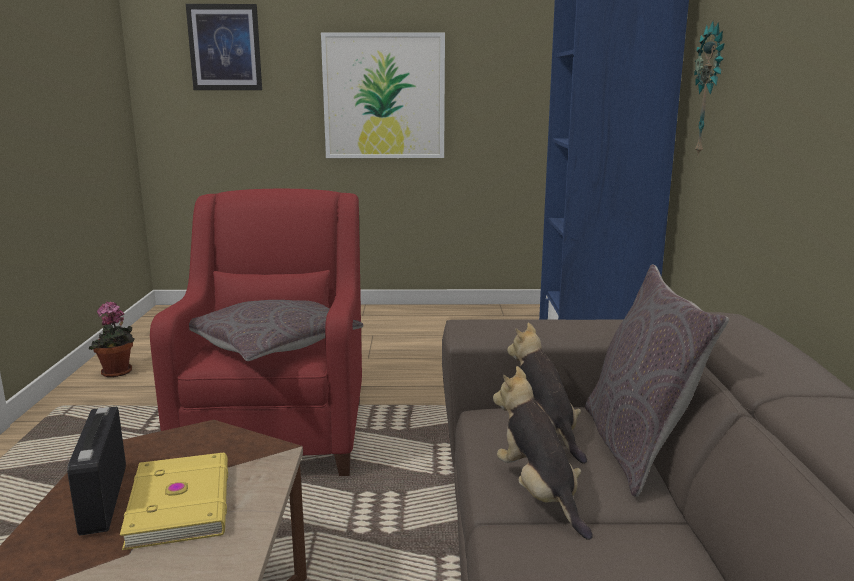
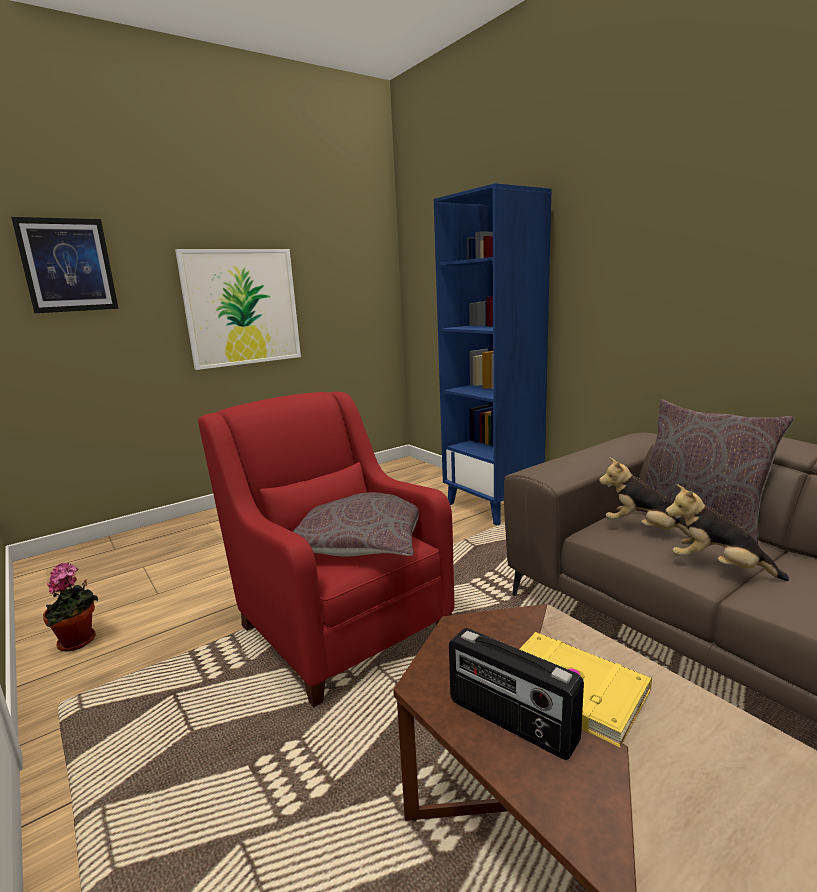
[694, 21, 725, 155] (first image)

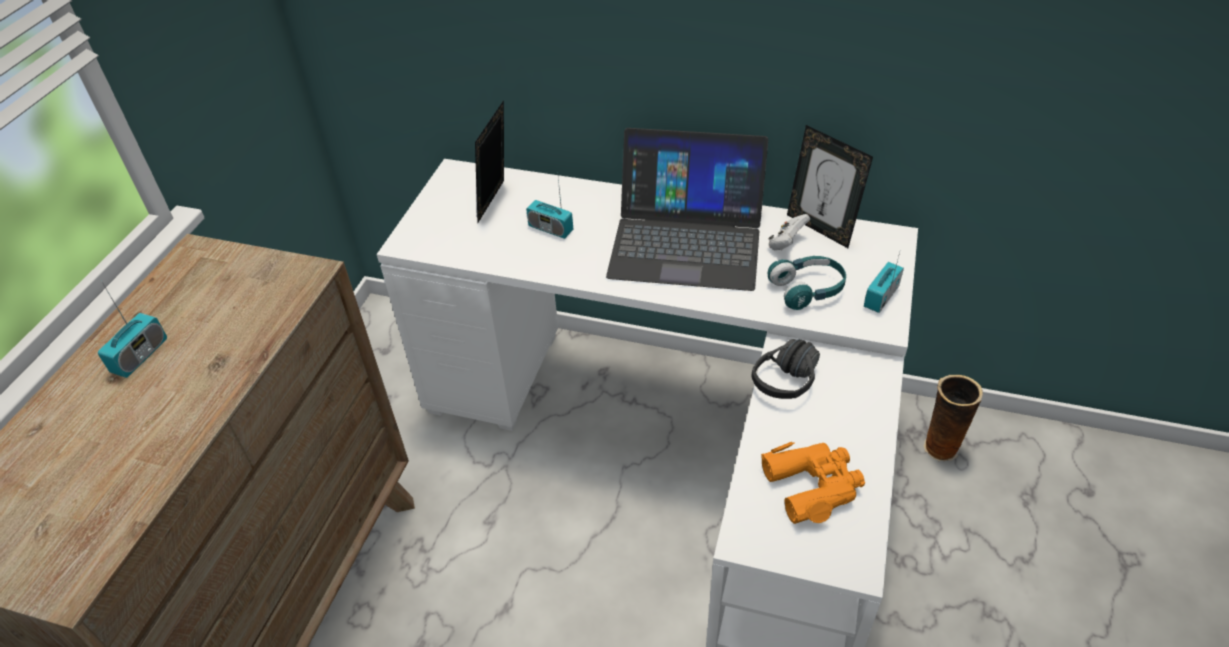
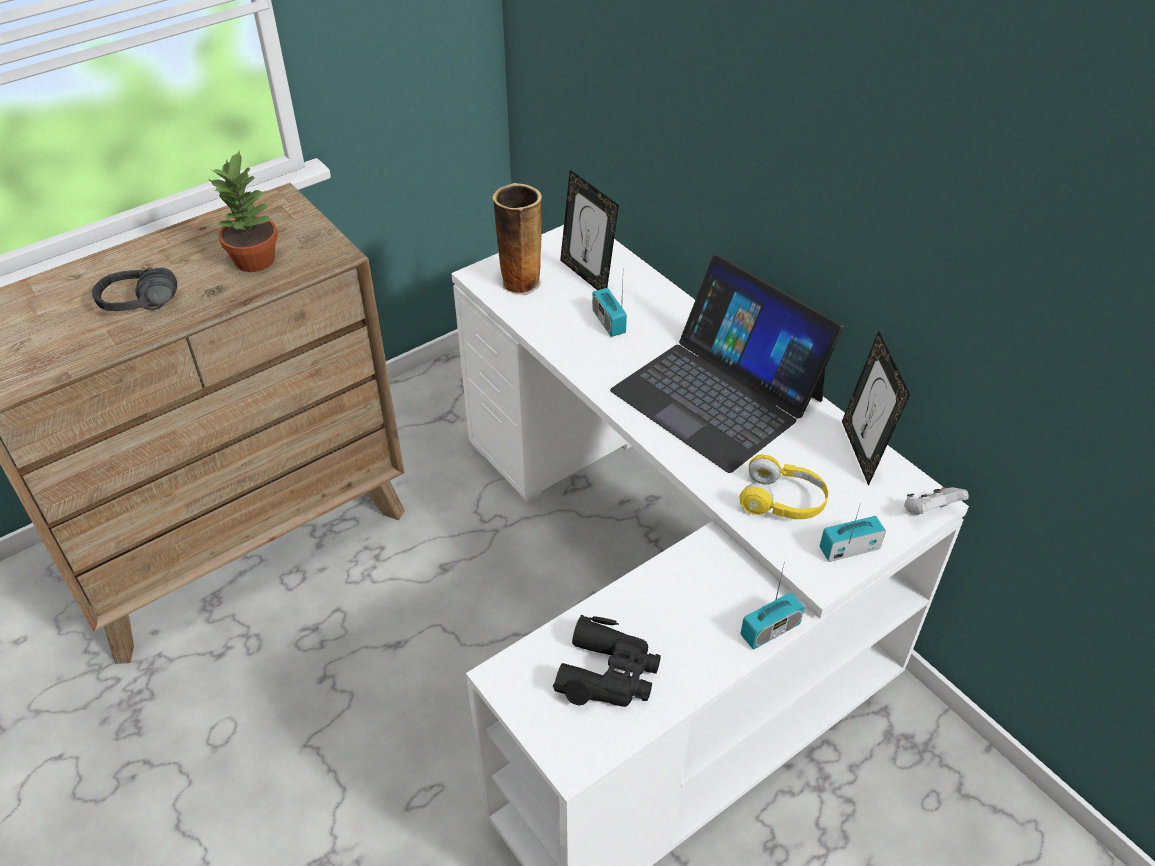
[209, 151, 278, 272]
[740, 565, 805, 649]
[92, 268, 177, 311]
[904, 487, 969, 515]
[492, 183, 542, 295]
[553, 615, 661, 707]
[739, 454, 828, 519]
[560, 170, 619, 290]

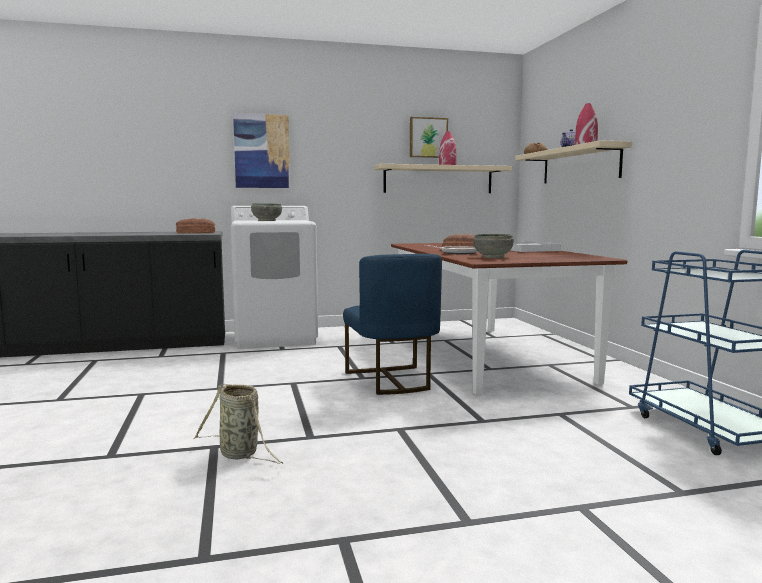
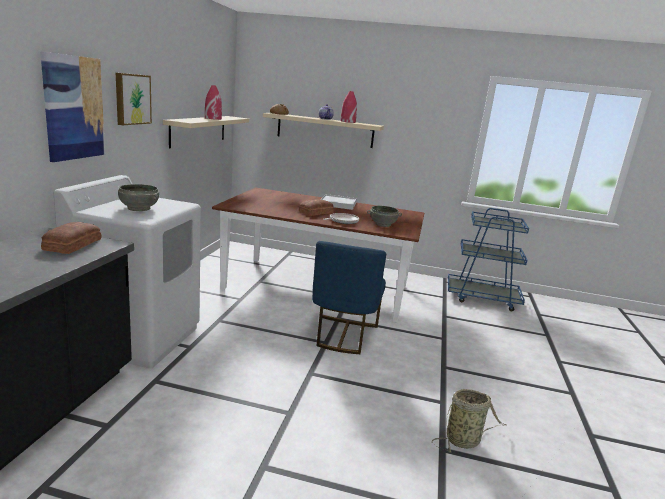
[116, 73, 152, 125]
[312, 241, 386, 354]

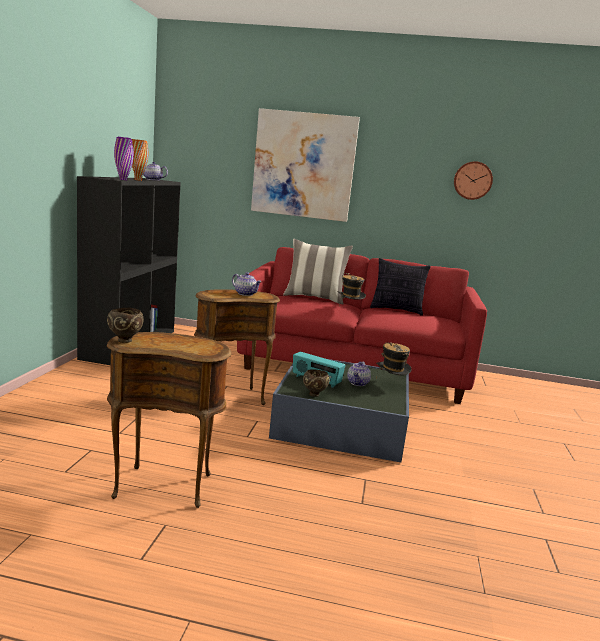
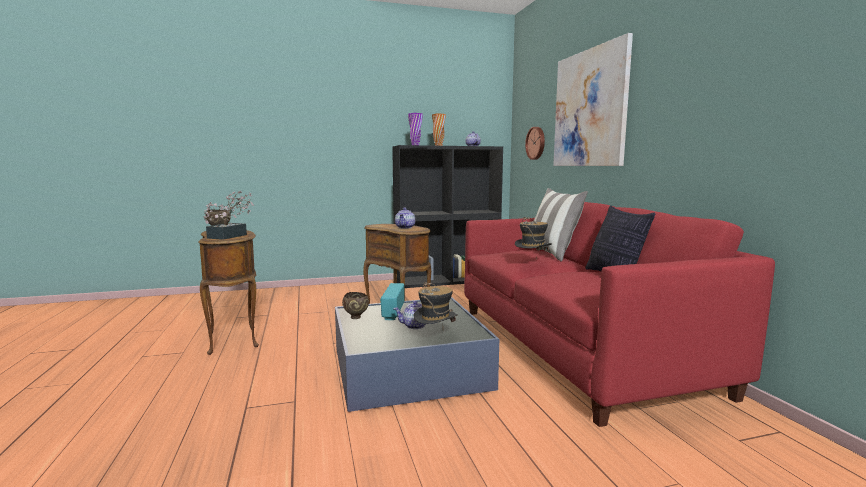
[203, 191, 254, 240]
[525, 127, 545, 160]

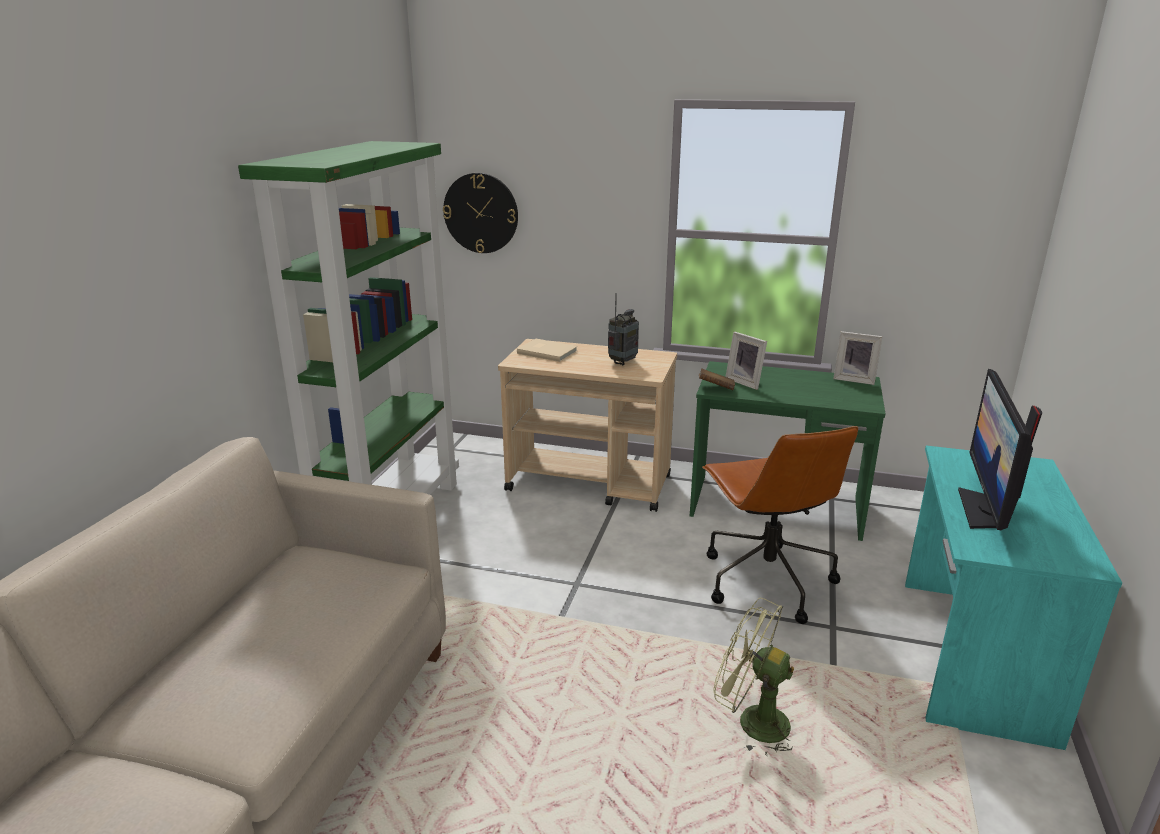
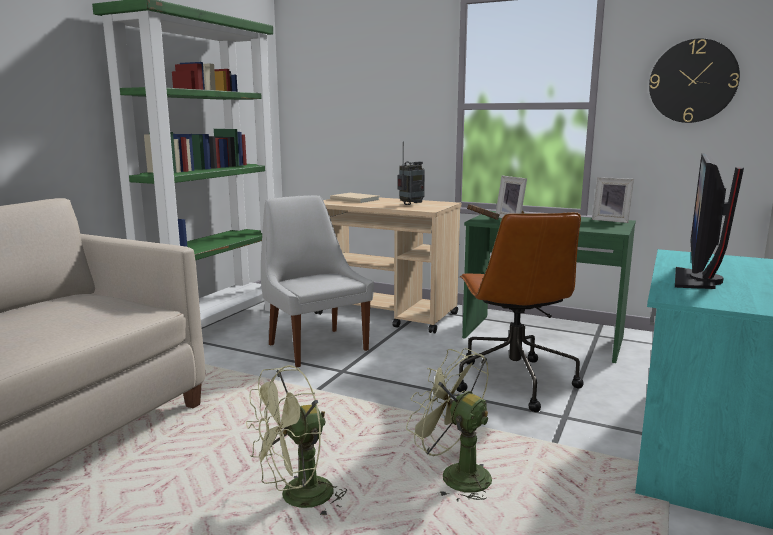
[246, 365, 347, 518]
[261, 195, 374, 367]
[649, 38, 740, 123]

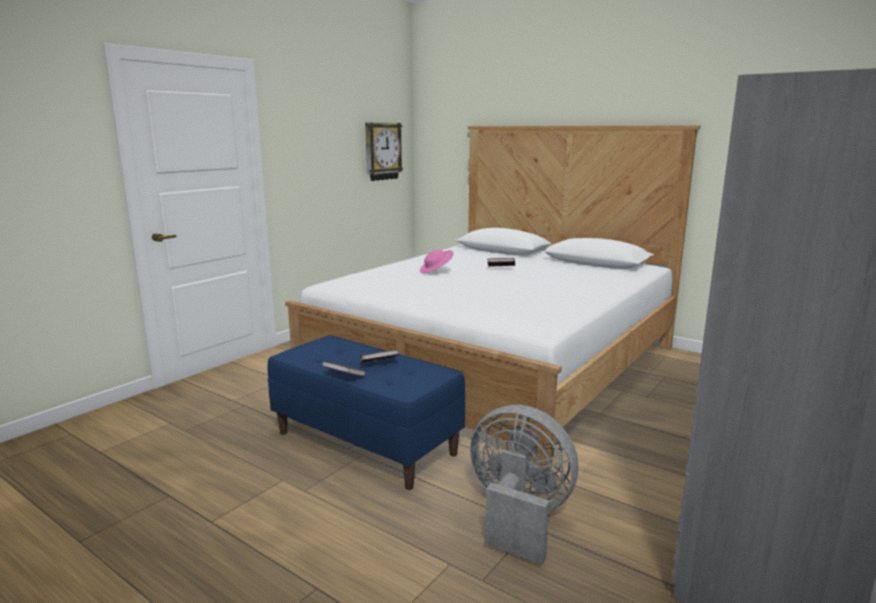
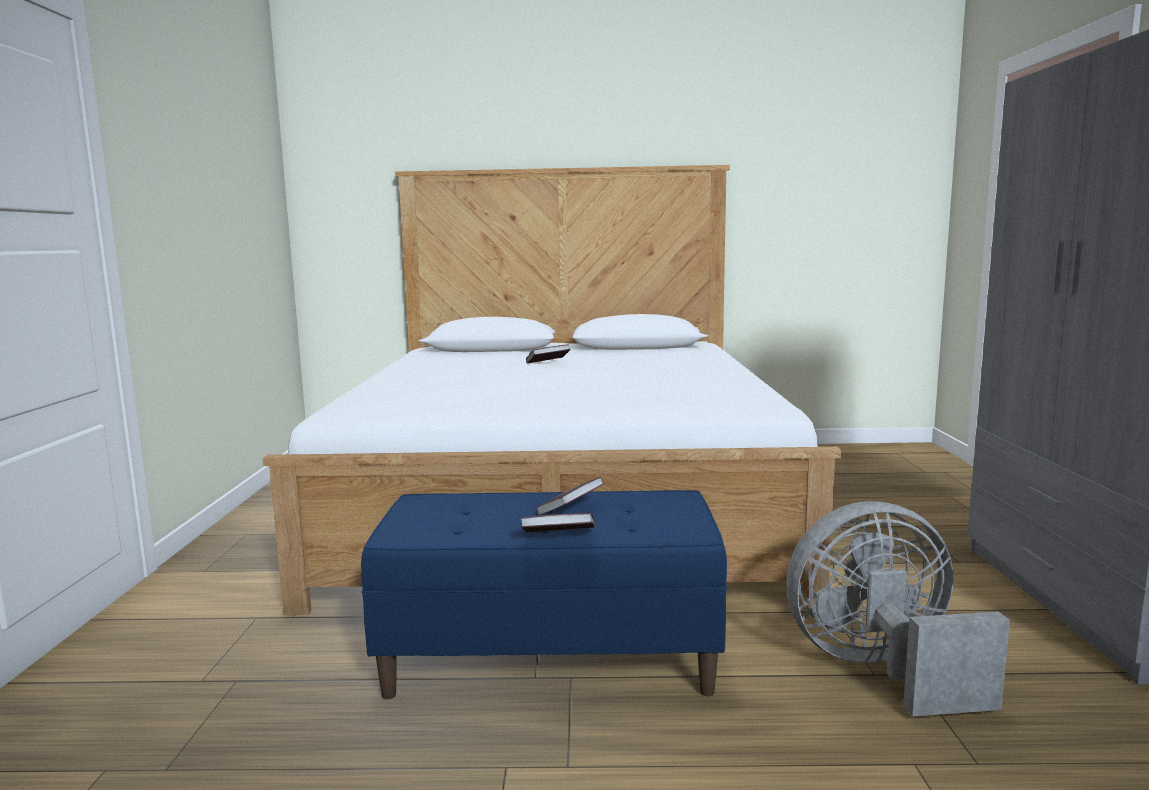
[365, 123, 403, 181] (first image)
[420, 250, 454, 273] (first image)

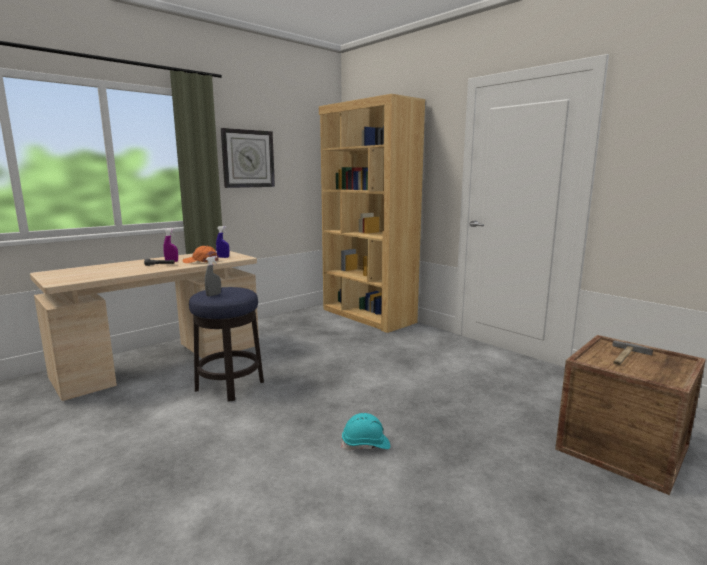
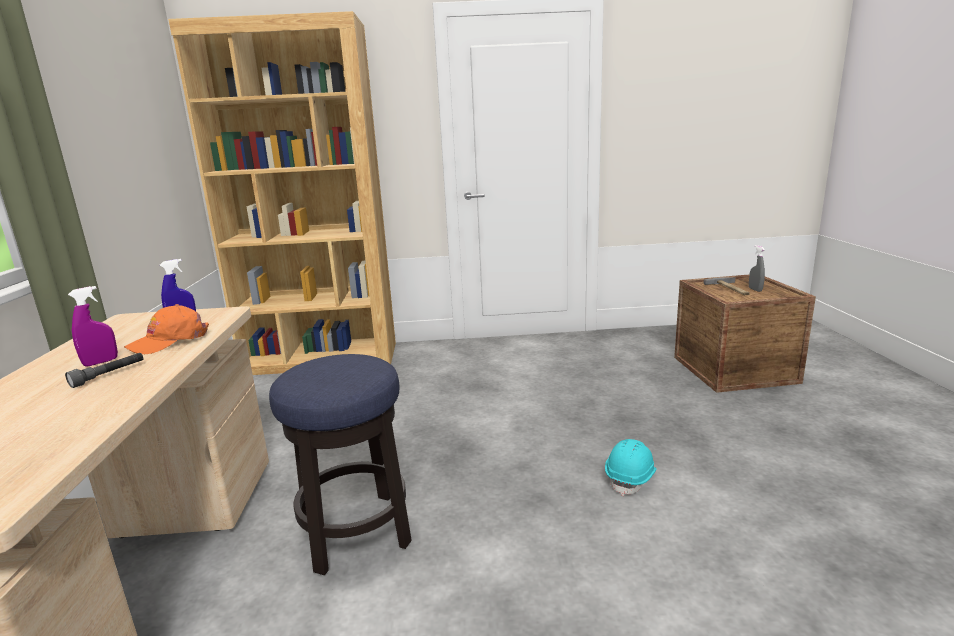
[221, 128, 275, 188] (first image)
[749, 245, 765, 292]

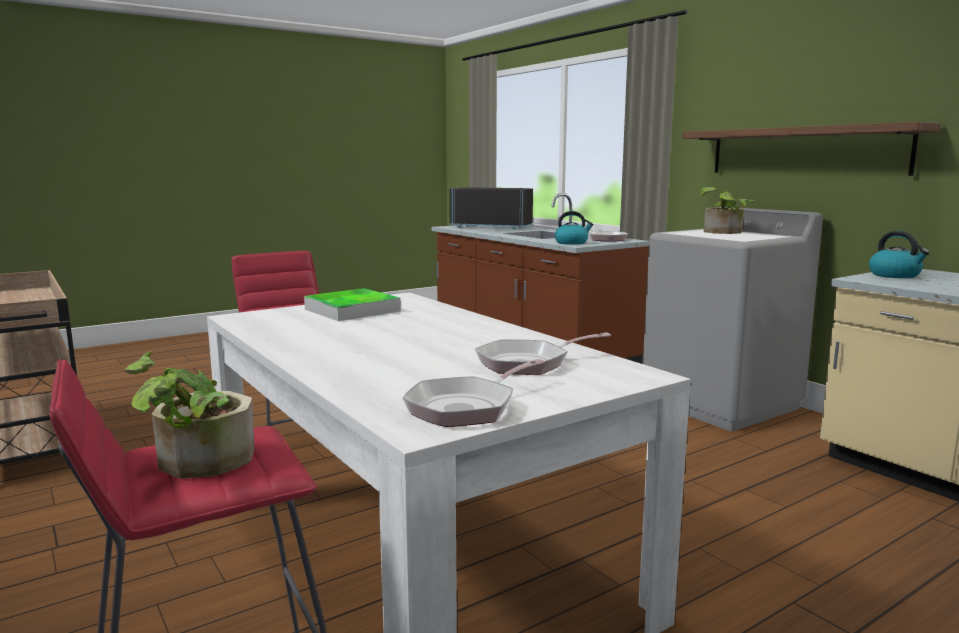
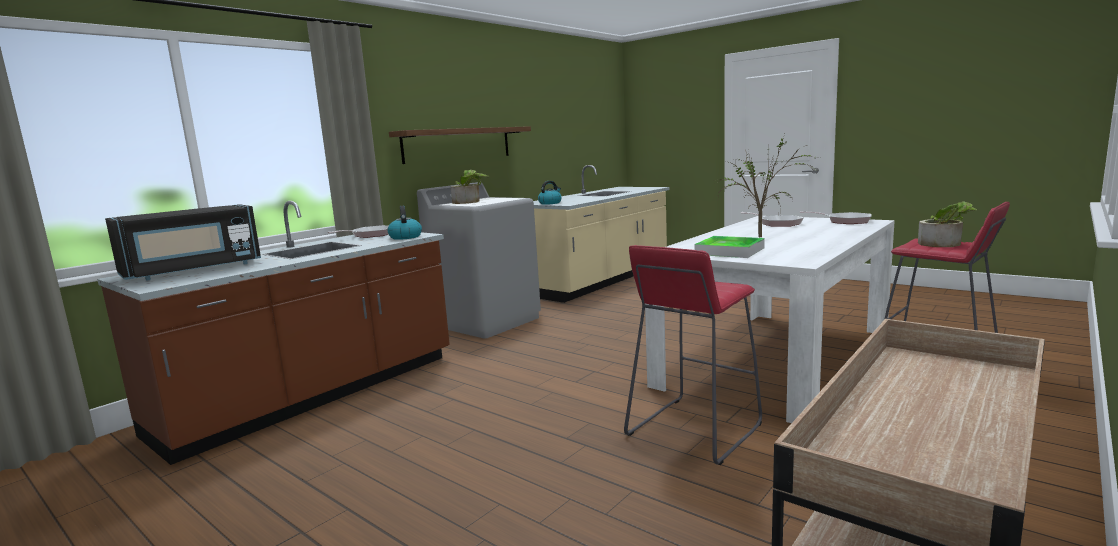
[713, 134, 820, 237]
[105, 204, 261, 281]

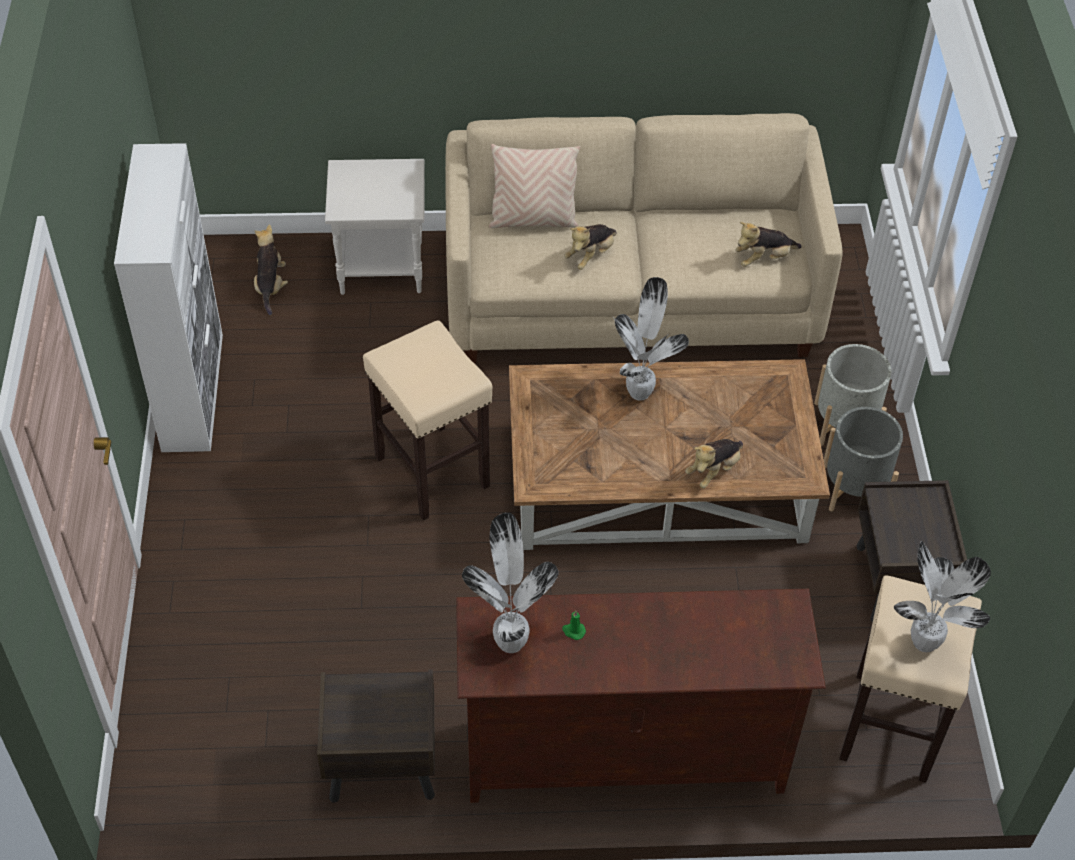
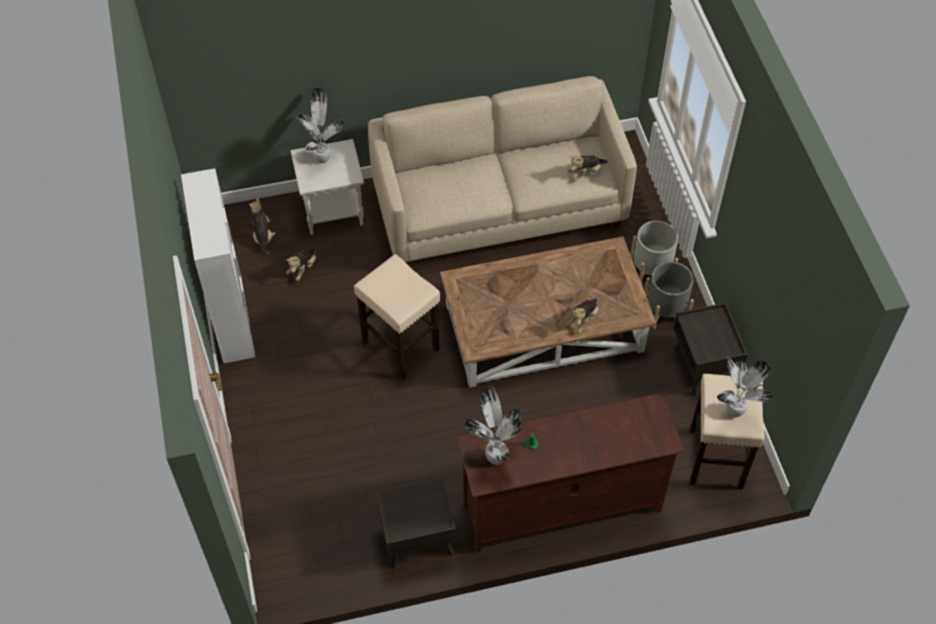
[489, 144, 580, 228] (first image)
[286, 248, 317, 281]
[296, 88, 345, 164]

